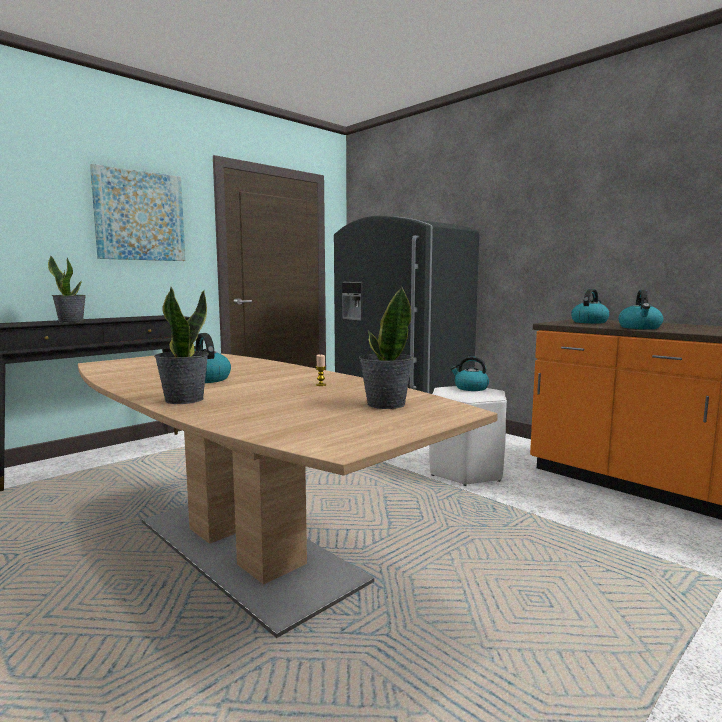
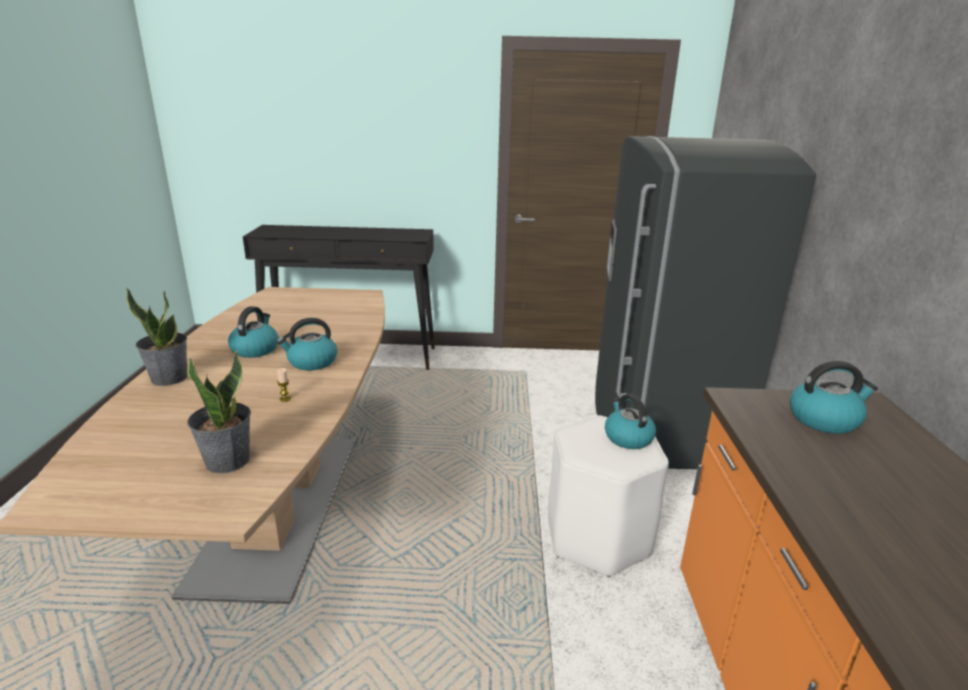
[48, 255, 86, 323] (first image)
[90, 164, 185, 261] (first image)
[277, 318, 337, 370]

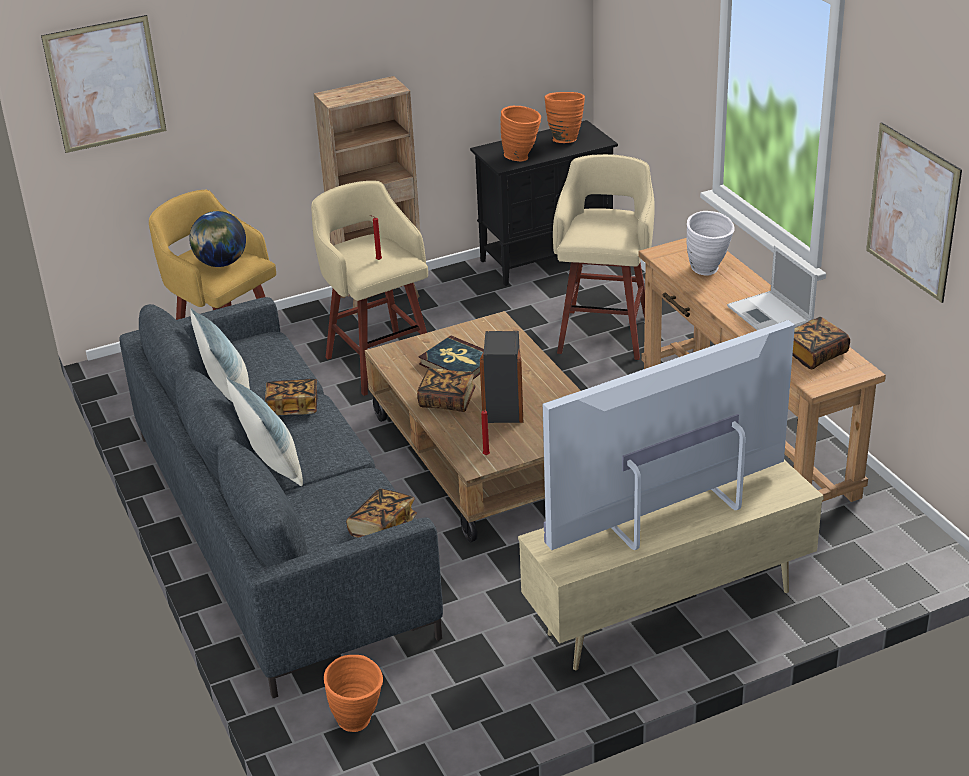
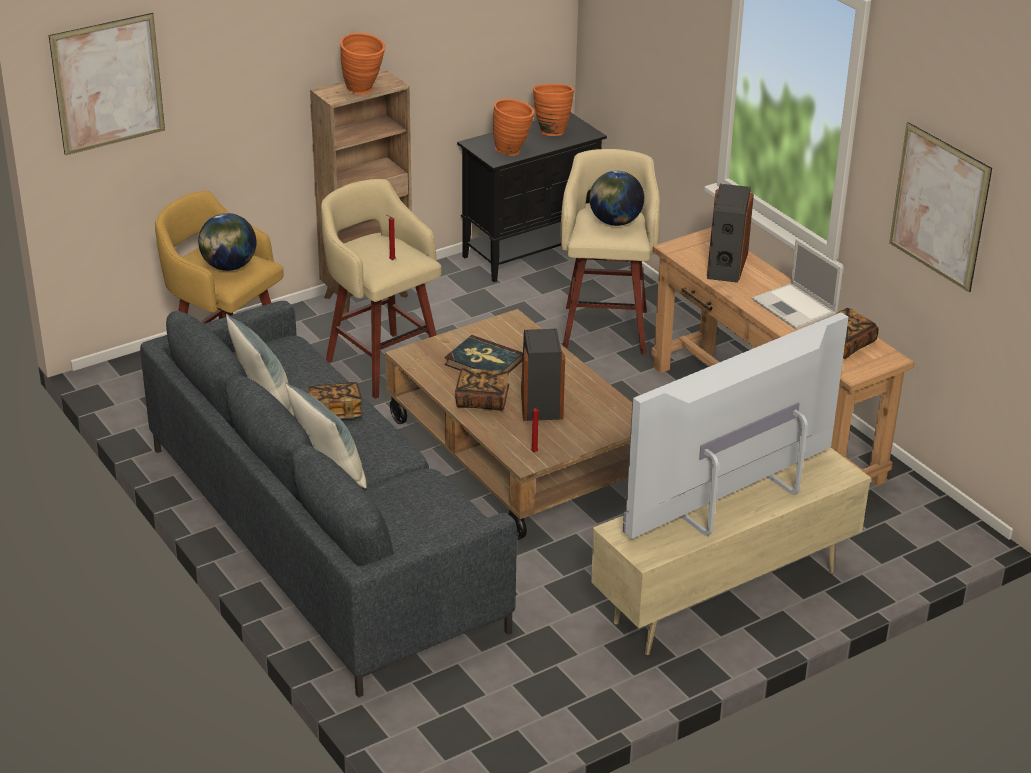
[346, 489, 417, 538] (first image)
[589, 171, 644, 226]
[340, 33, 386, 95]
[707, 184, 754, 283]

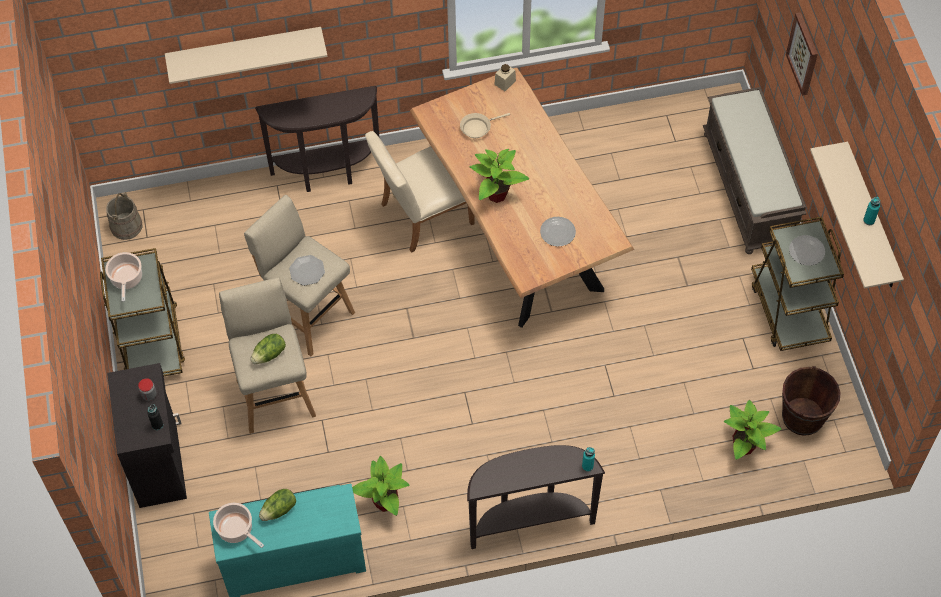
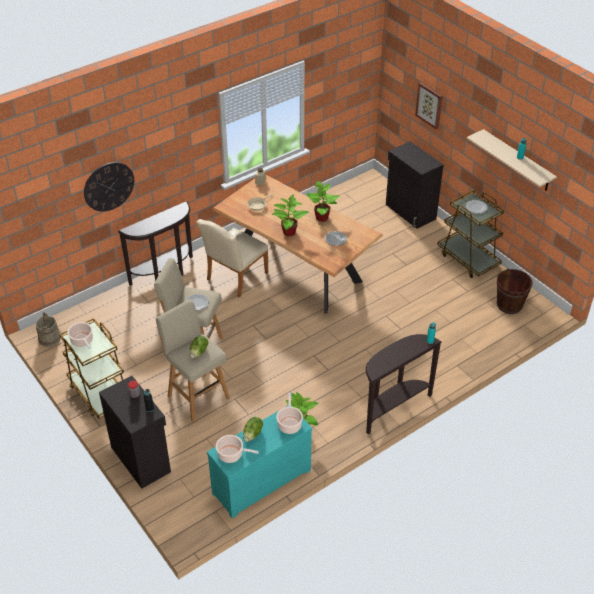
[276, 393, 303, 434]
[306, 181, 340, 222]
[84, 162, 134, 212]
[386, 141, 444, 229]

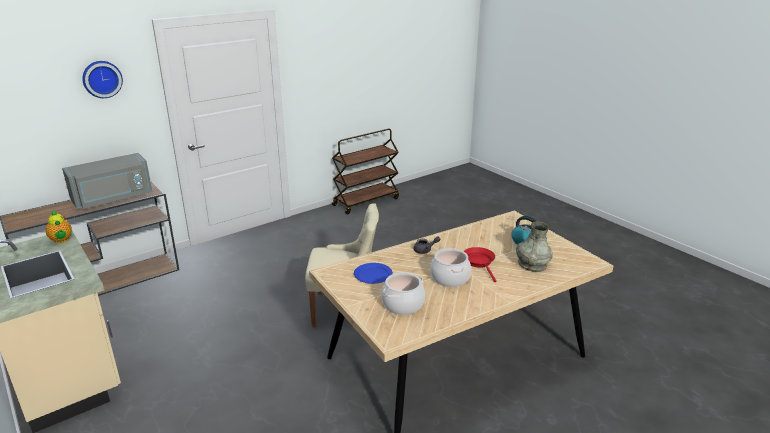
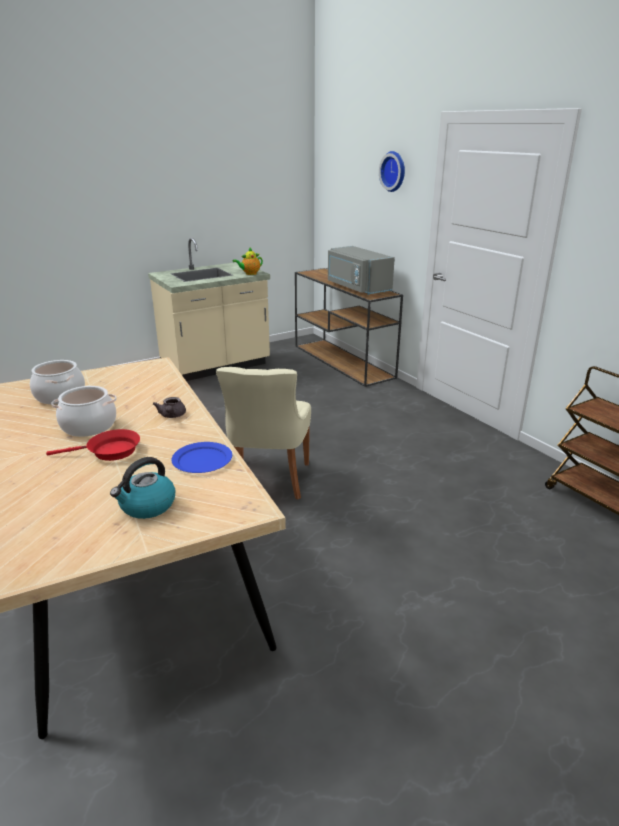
[516, 222, 553, 272] (first image)
[171, 442, 232, 473]

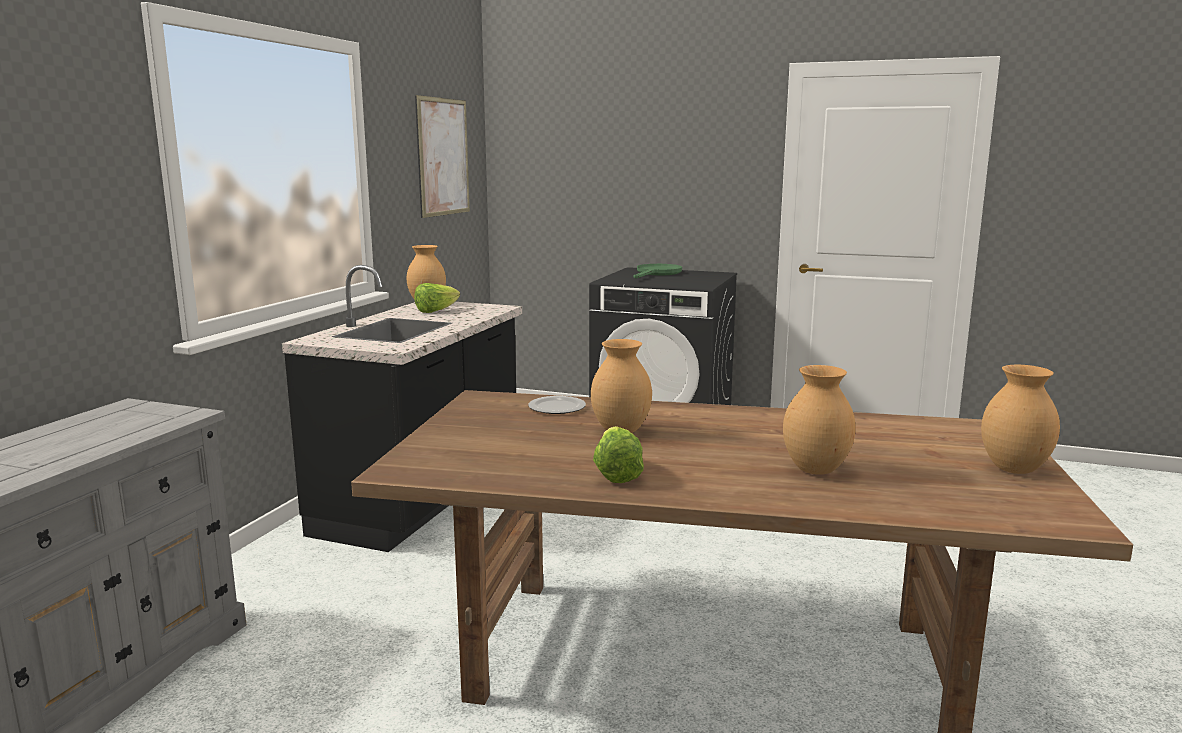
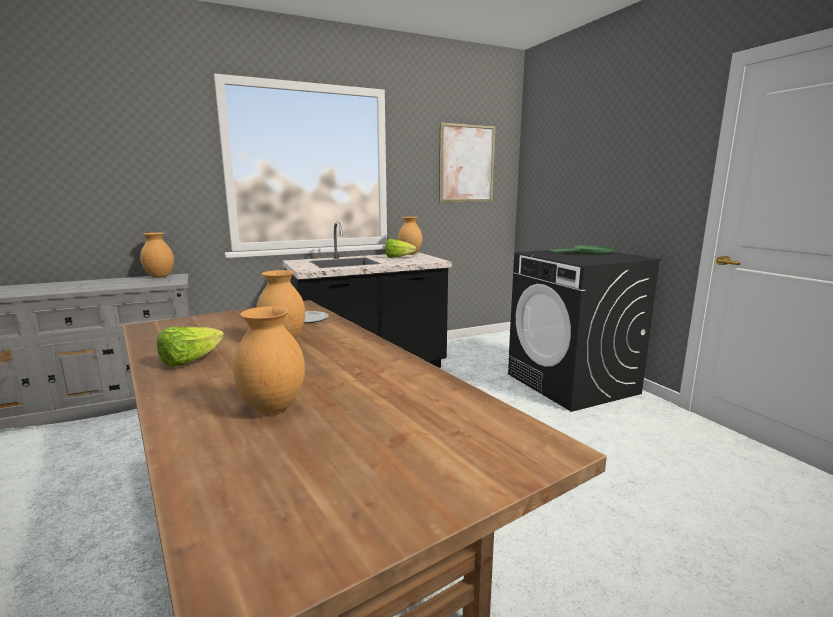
[140, 233, 174, 278]

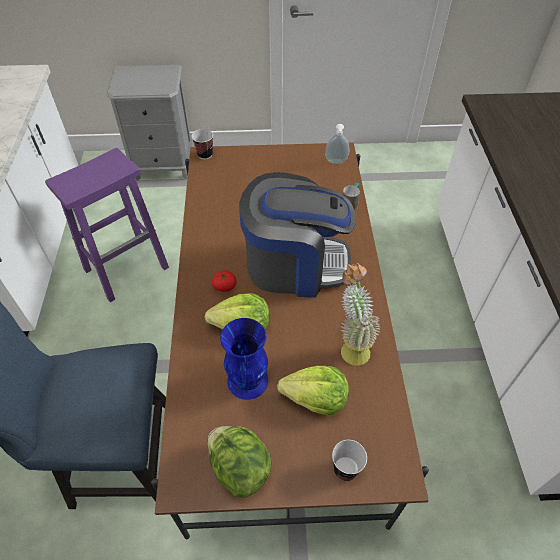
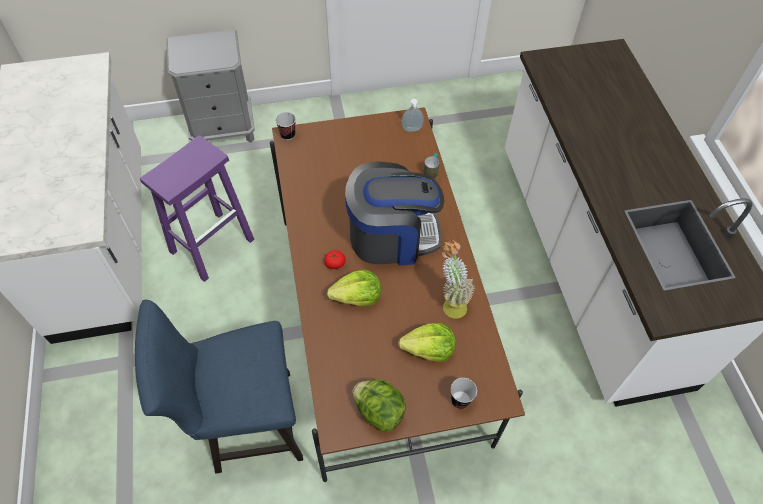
[220, 318, 268, 400] (first image)

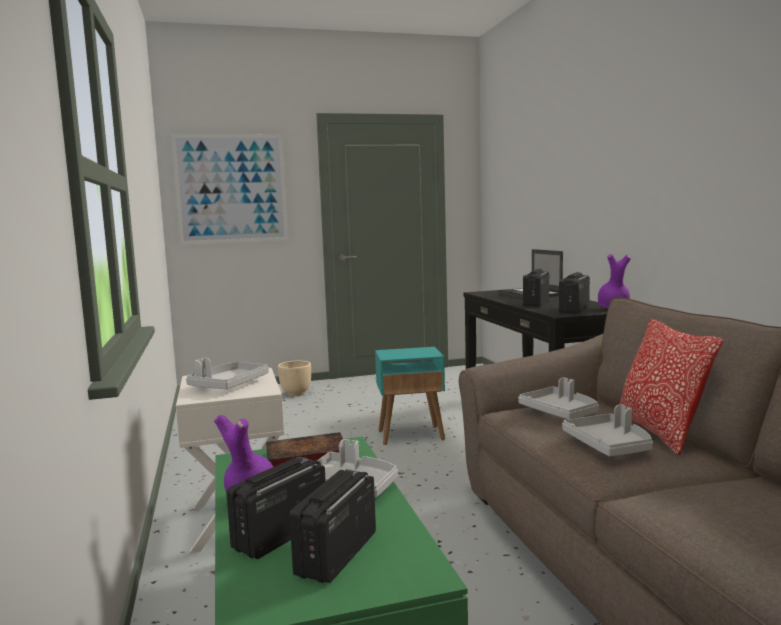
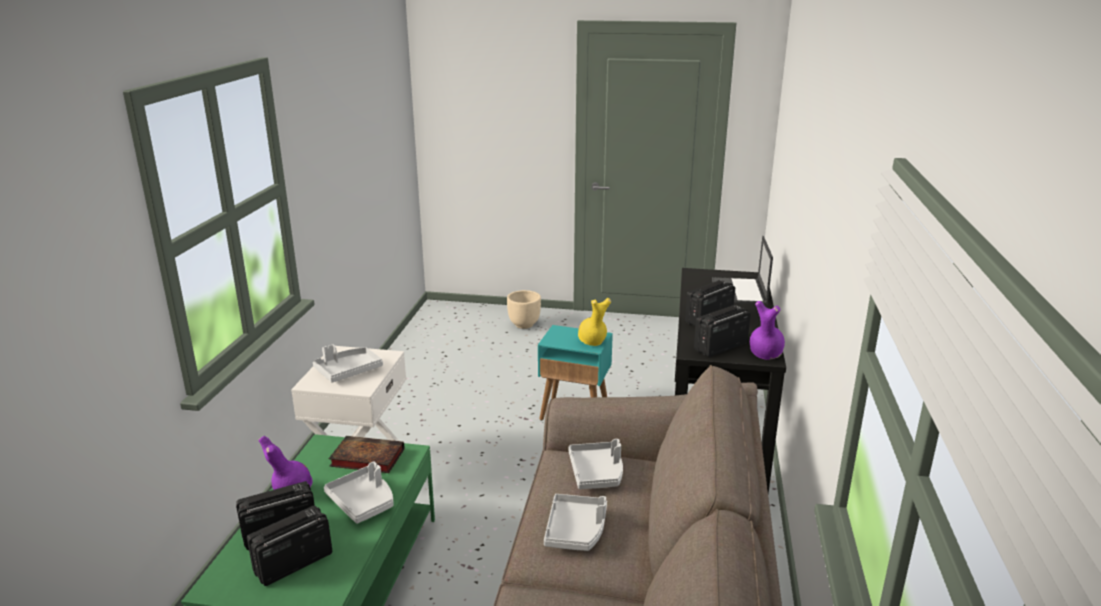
[171, 134, 288, 245] (first image)
[619, 319, 724, 456] (first image)
[578, 298, 611, 346]

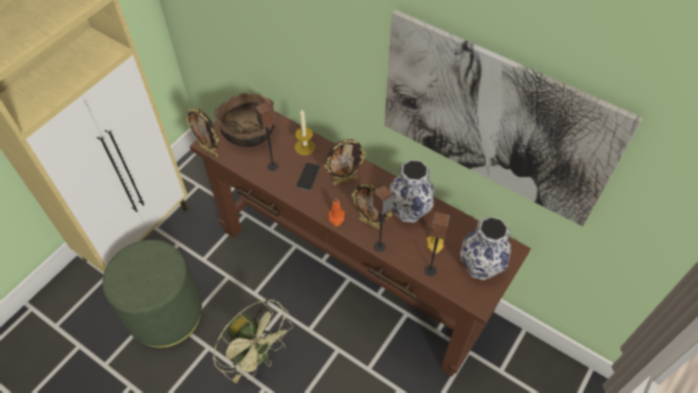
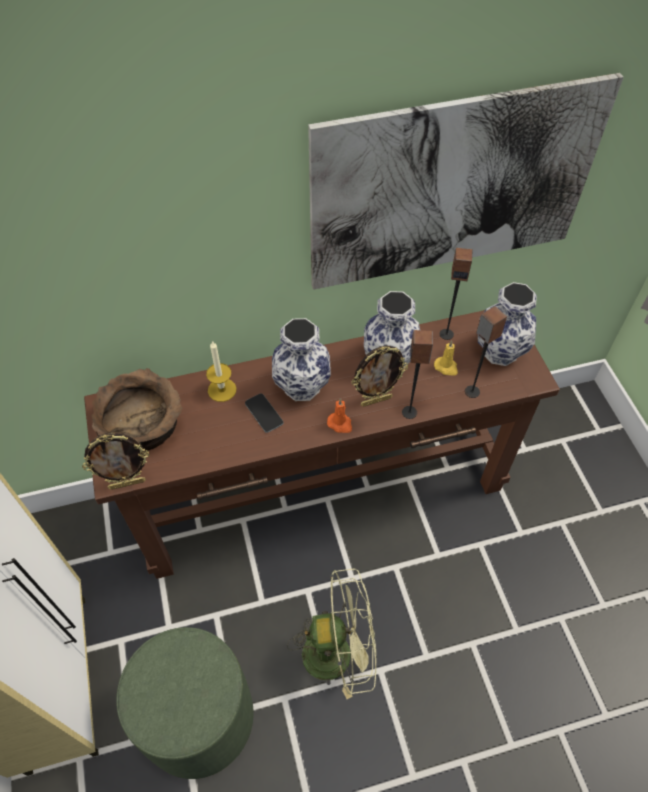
[440, 247, 472, 340]
[272, 318, 331, 401]

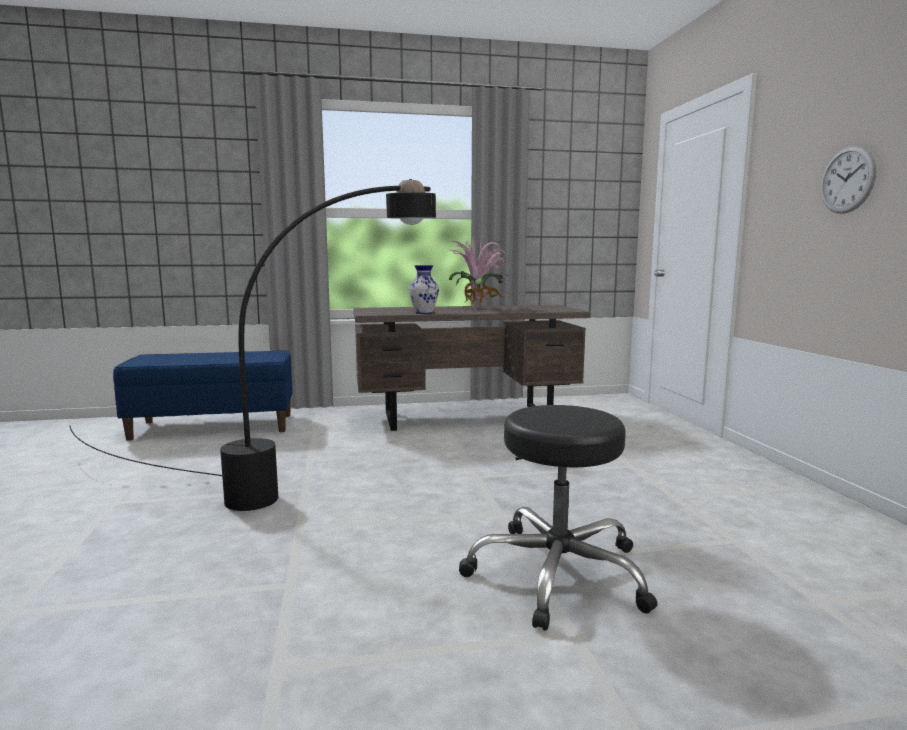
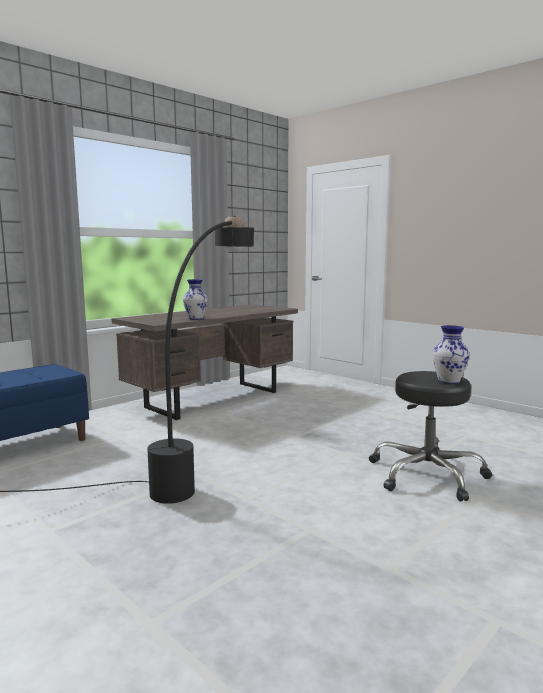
[448, 238, 508, 309] (first image)
[821, 146, 877, 214] (first image)
[432, 325, 470, 384]

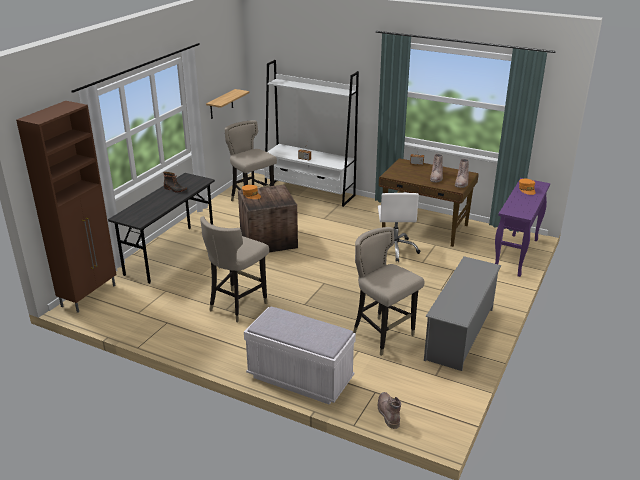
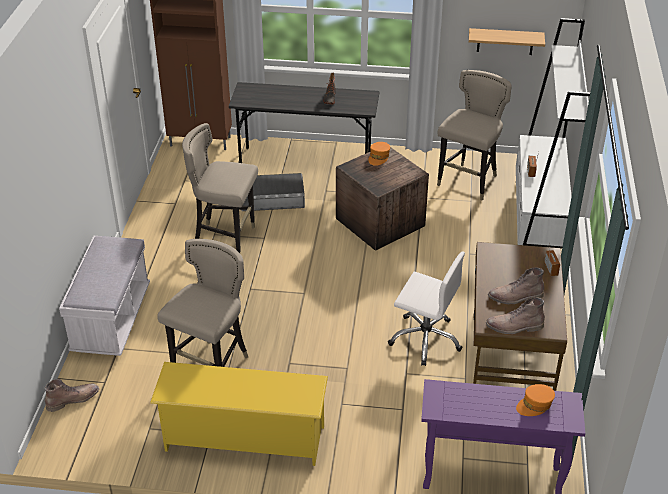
[241, 173, 305, 211]
[150, 362, 328, 466]
[388, 251, 465, 366]

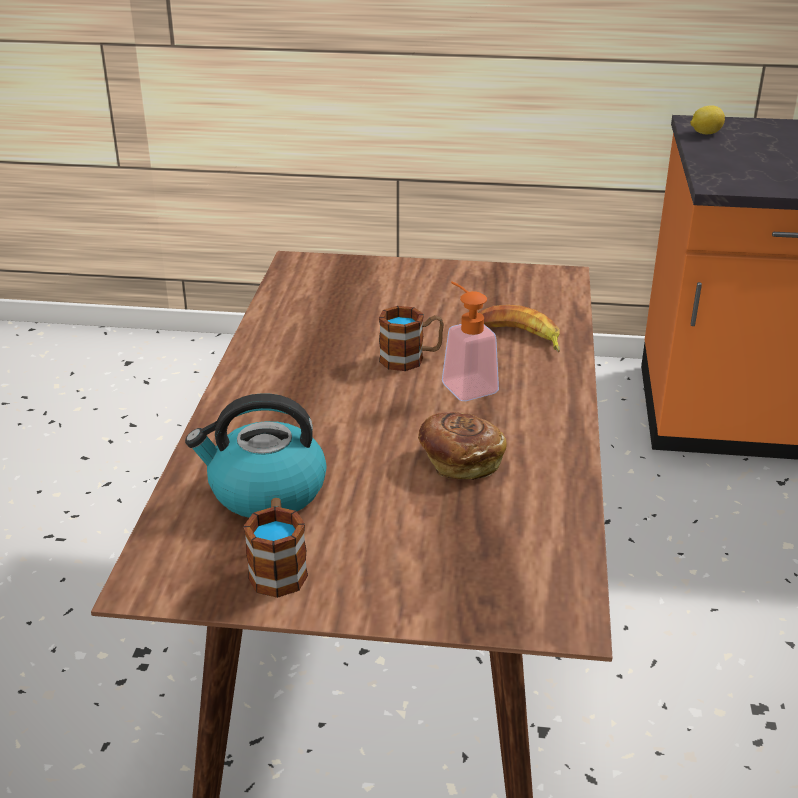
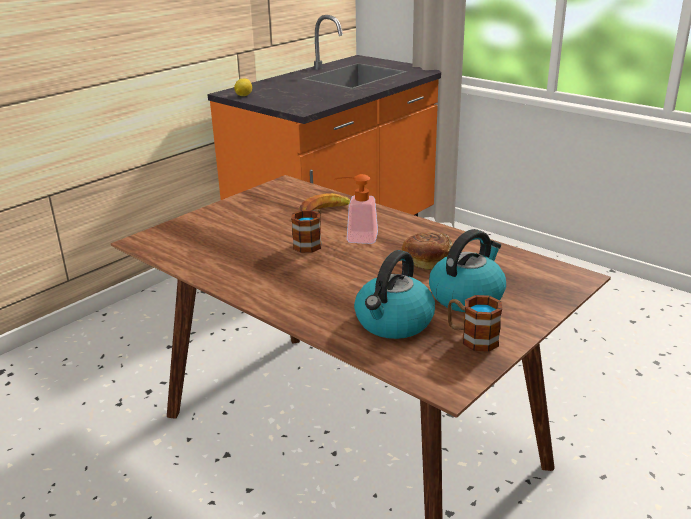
[429, 229, 506, 312]

